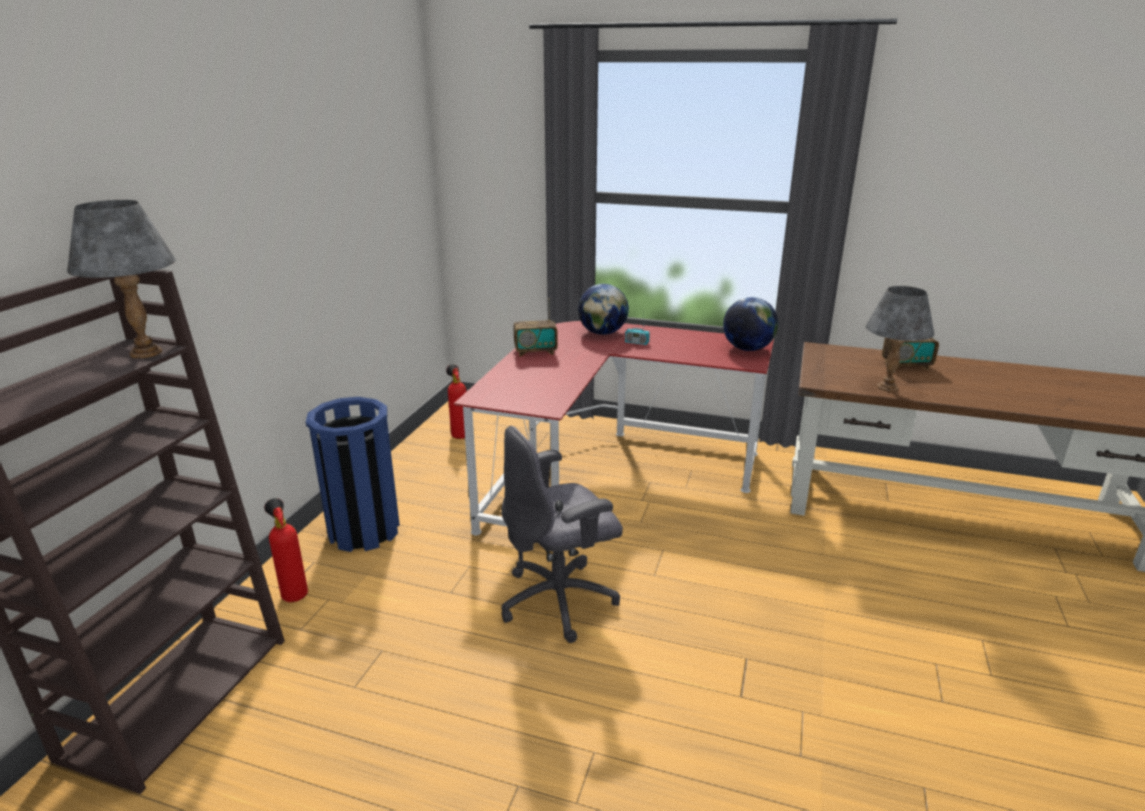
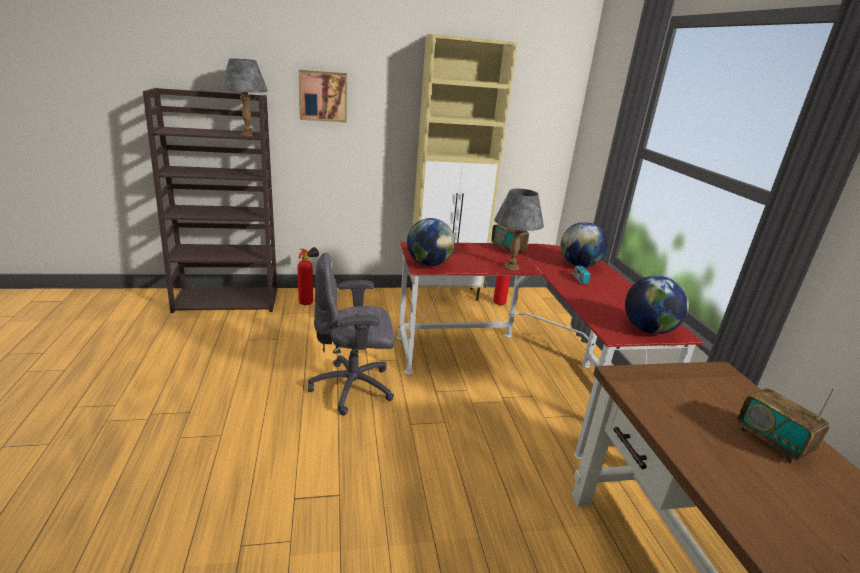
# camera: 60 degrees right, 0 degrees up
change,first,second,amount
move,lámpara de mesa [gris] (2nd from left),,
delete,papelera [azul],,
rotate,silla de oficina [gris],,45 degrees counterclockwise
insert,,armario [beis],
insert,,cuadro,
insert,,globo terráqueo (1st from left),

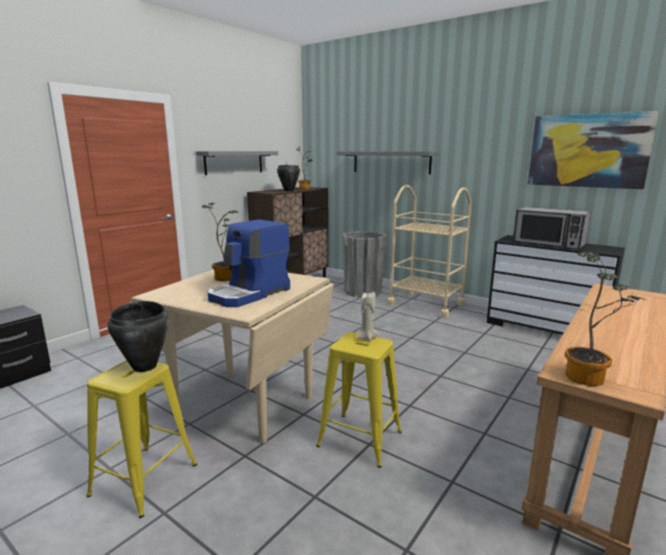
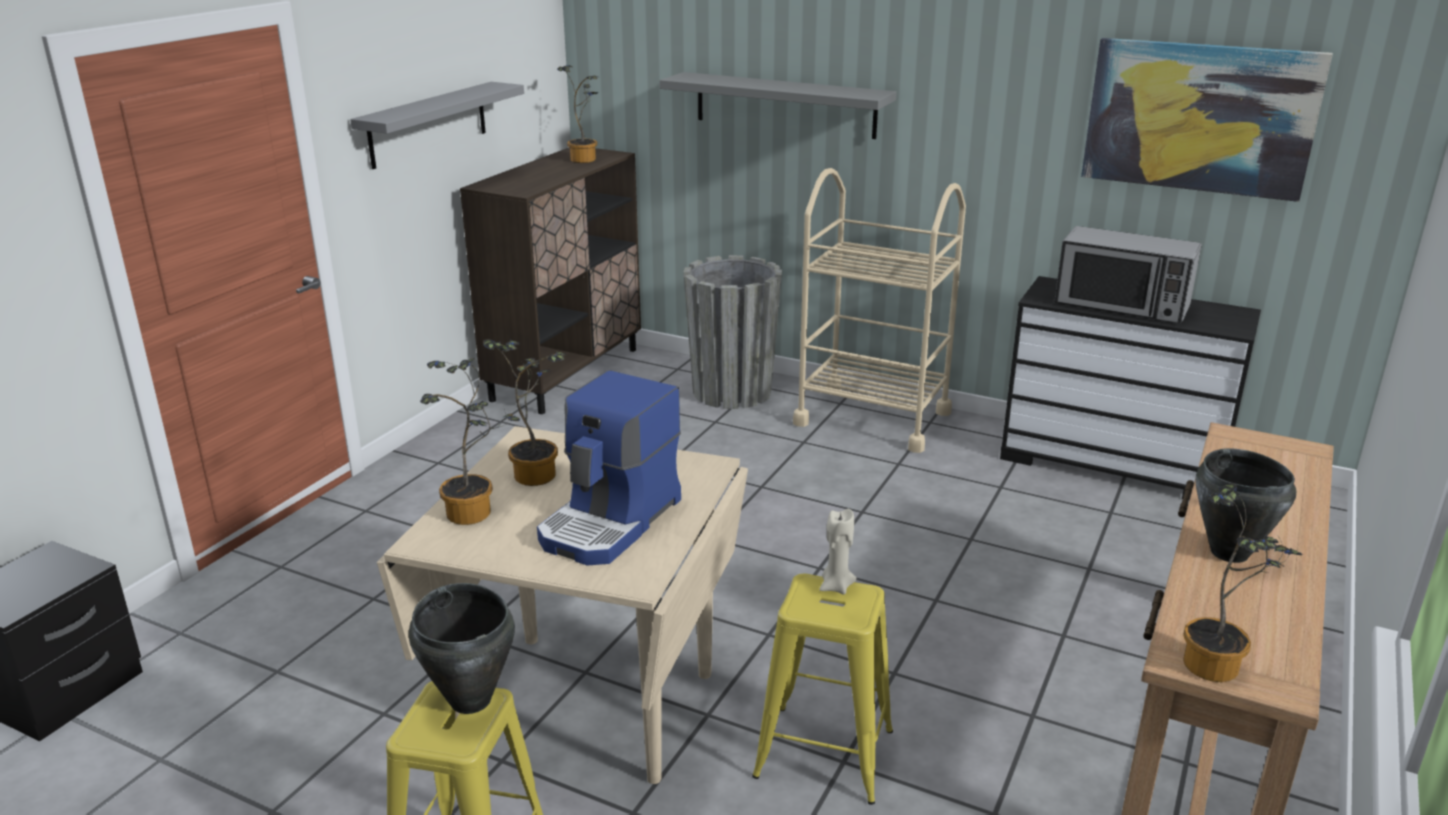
# camera: 10 degrees left, 10 degrees up
change,first,second,amount
move,olla [negro] (2nd from left),,
insert,,planta en maceta (1st from left),

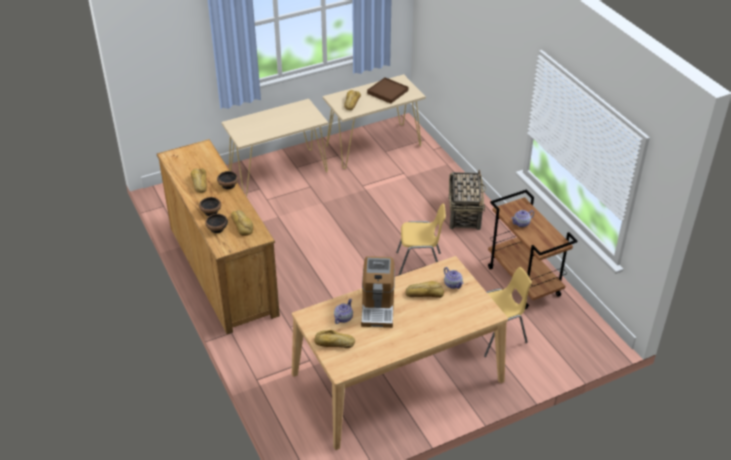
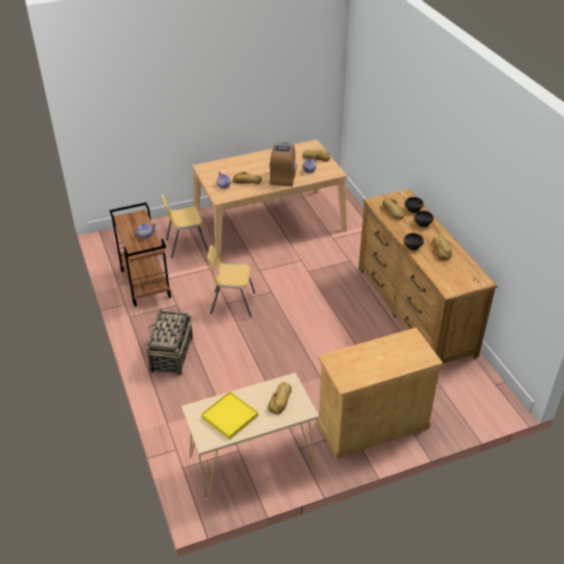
# camera: 175 degrees left, 0 degrees up
change,first,second,amount
recolor,bandeja [marrón],bandeja [amarillo],
replace,mesa consola [beis] (1st from left),armario [beis],

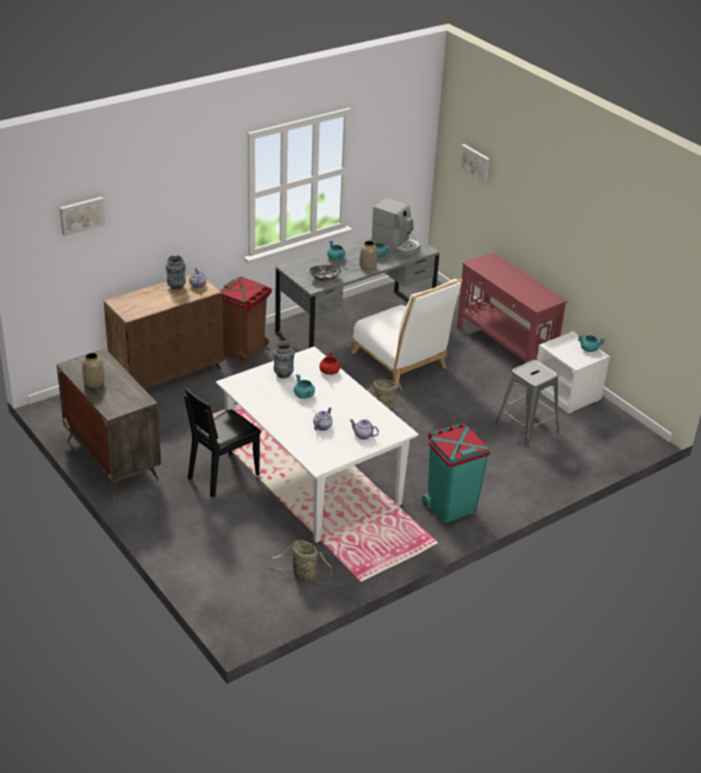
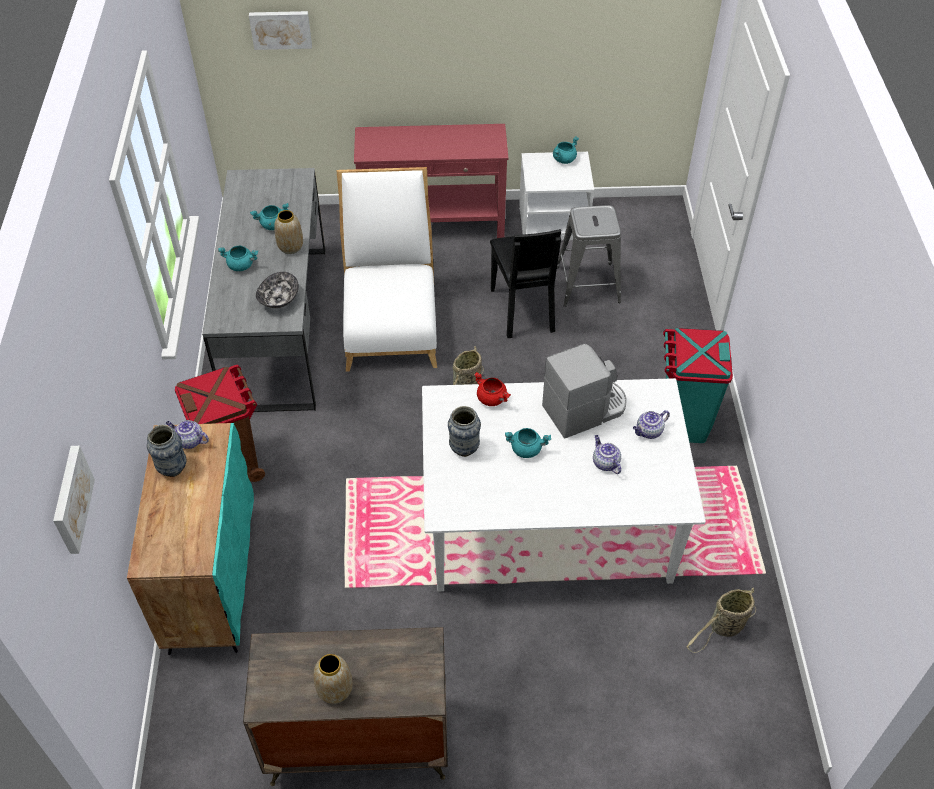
# camera: 55 degrees left, 15 degrees up
change,first,second,amount
move,cafetera,,
recolor,armario [marrón],armario [turquesa],
rotate,silla [blanco],,90 degrees counterclockwise
move,silla [negro],,

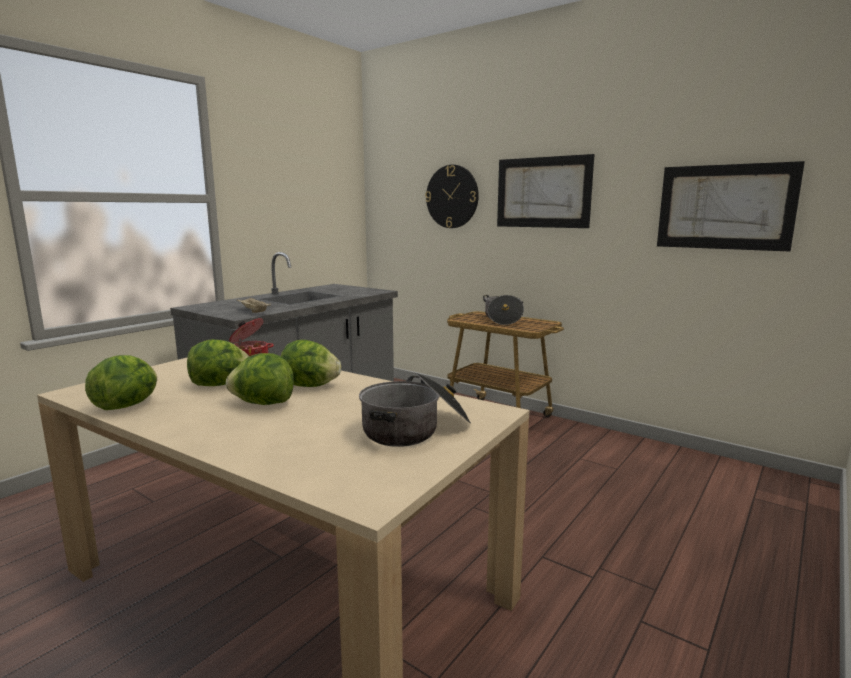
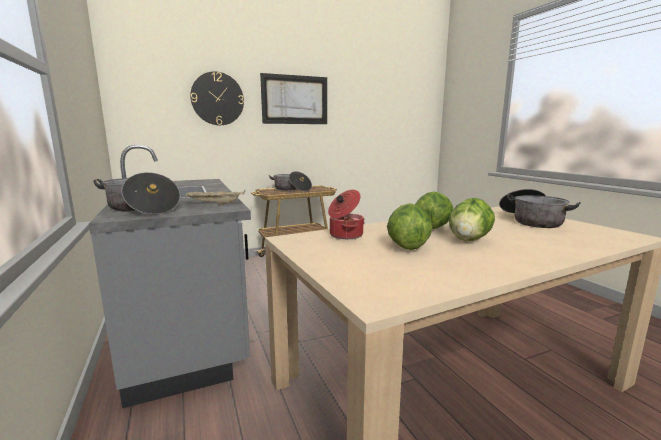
# camera: 60 degrees left, 0 degrees up
change,first,second,amount
delete,cuadro (2nd from left),,
delete,lechuga (1st from left),,
insert,,olla (1st from left),

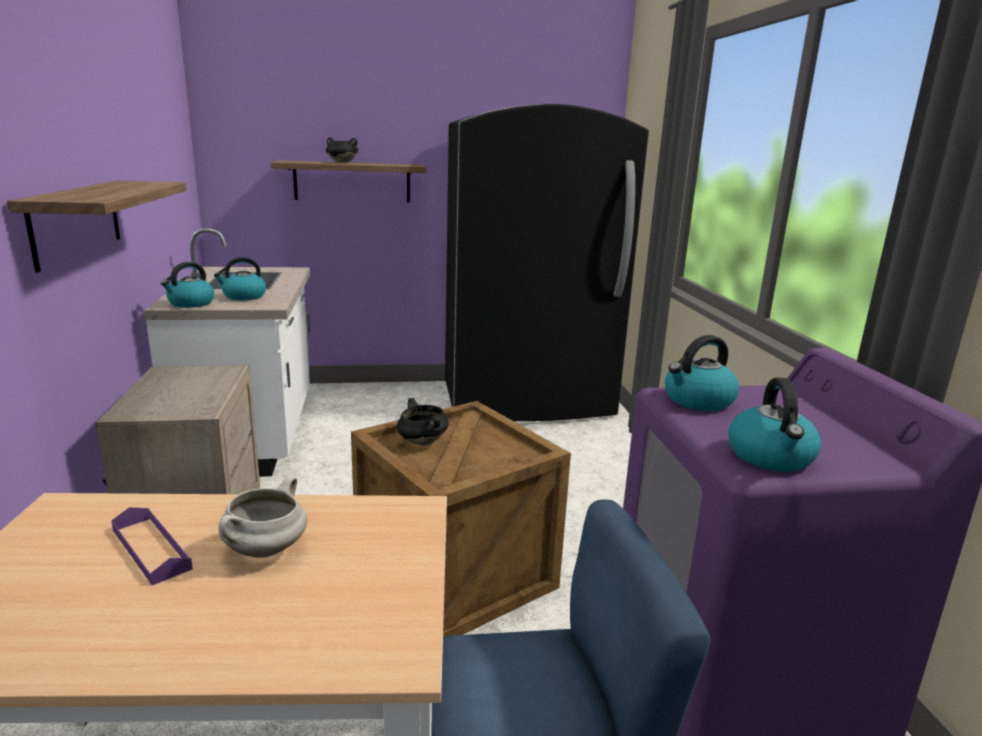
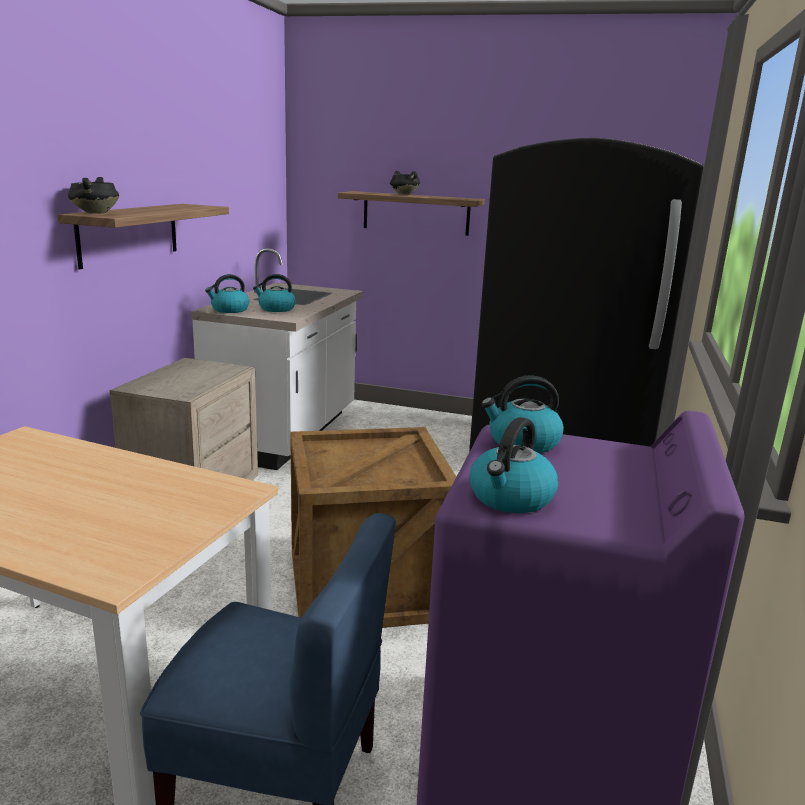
# camera: 25 degrees right, 0 degrees up
change,first,second,amount
move,olla [negro] (2nd from left in the first image),olla [negro] (1st from left),
delete,olla [blanco],,
delete,bandeja [morado],,

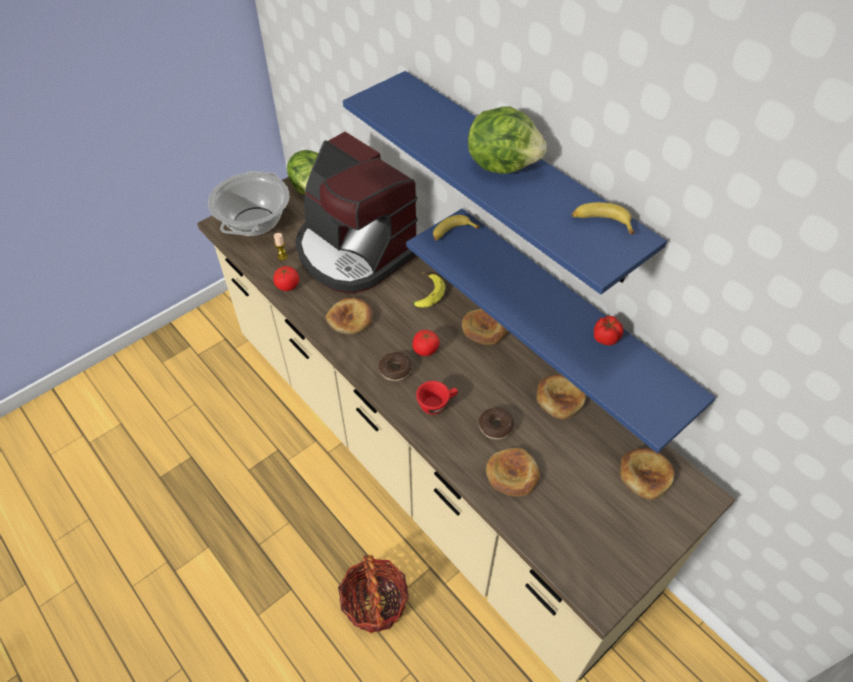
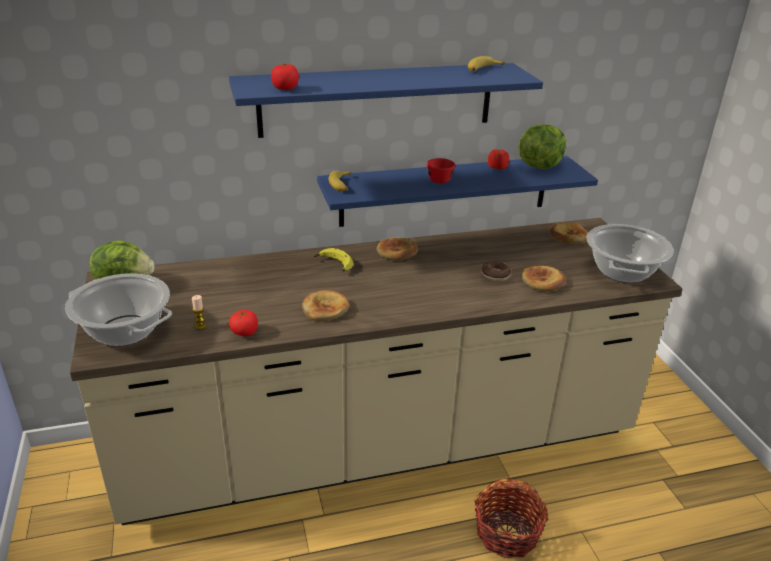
# camera: 65 degrees left, 20 degrees down
change,first,second,amount
move,lechuga (2nd from left),,
delete,cafetera,,
move,tomate (2nd from left),,
delete,rosquilla (1st from left),,
delete,pan (4th from left),,
move,taza [rojo],,
insert,,olla (2nd from left),

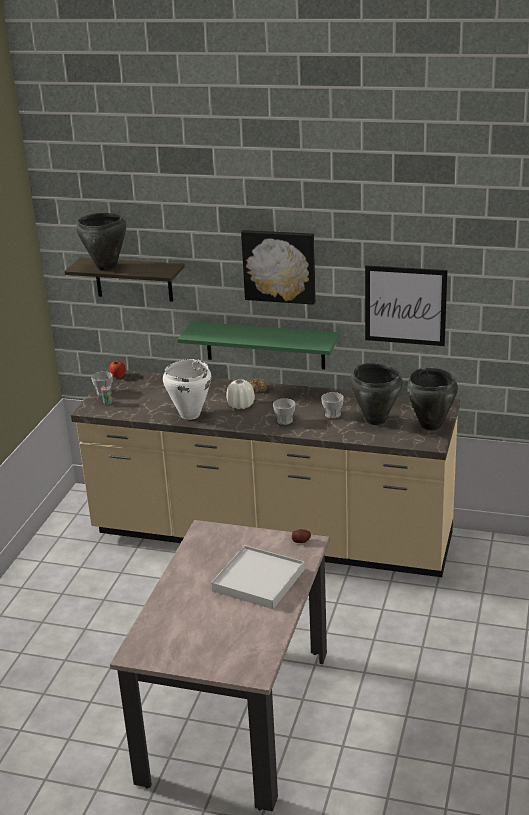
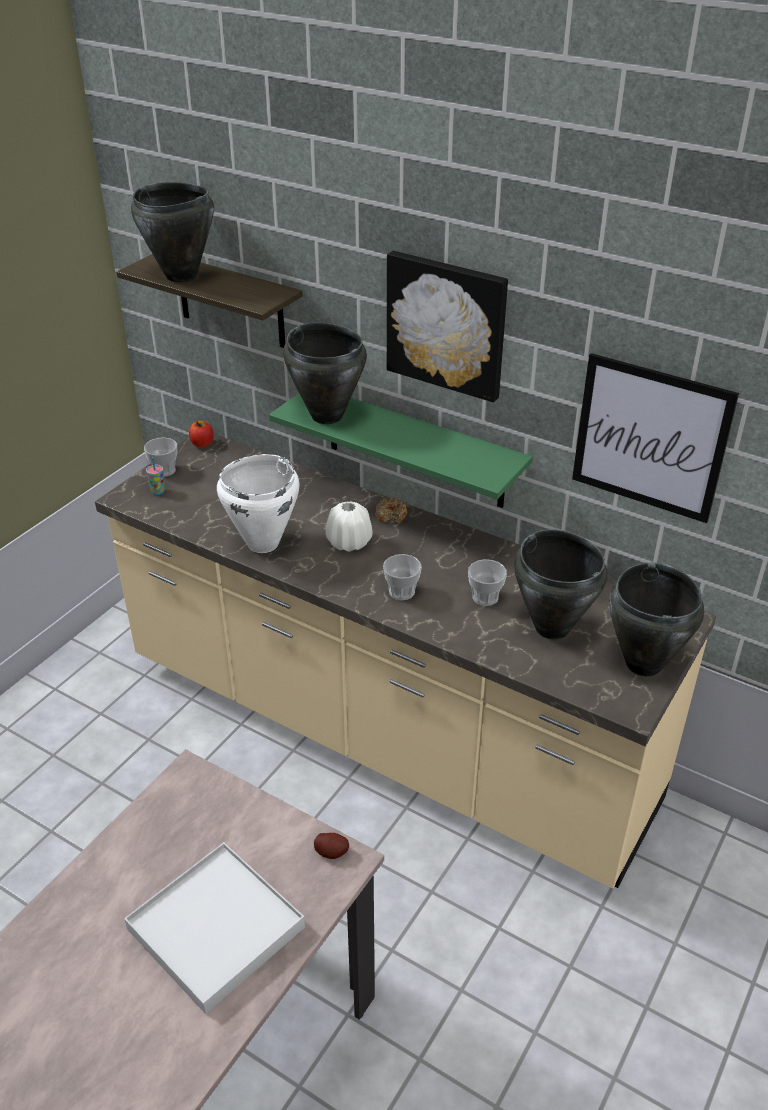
# camera: 15 degrees right, 10 degrees up
change,first,second,amount
insert,,olla [negro] (2nd from left),

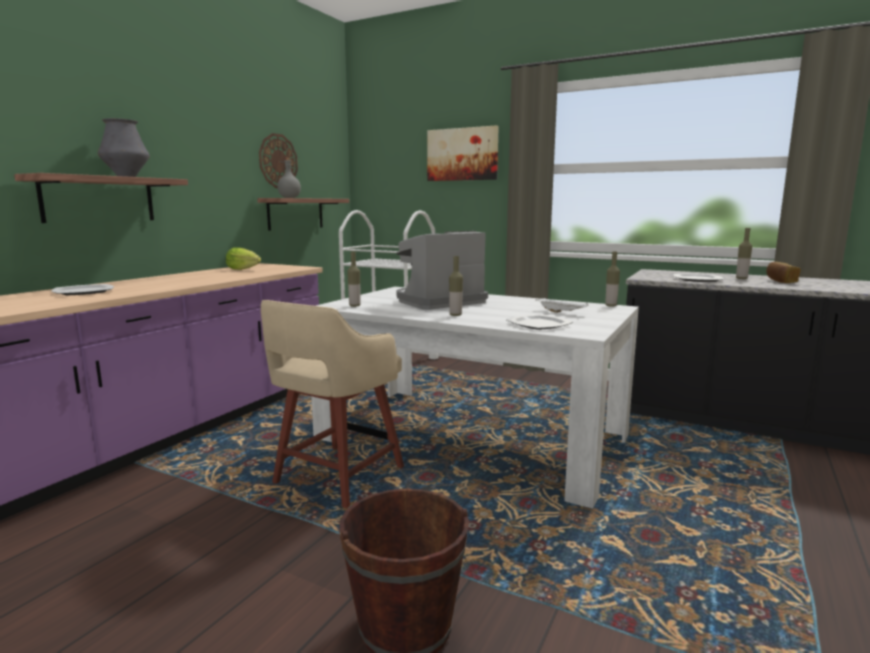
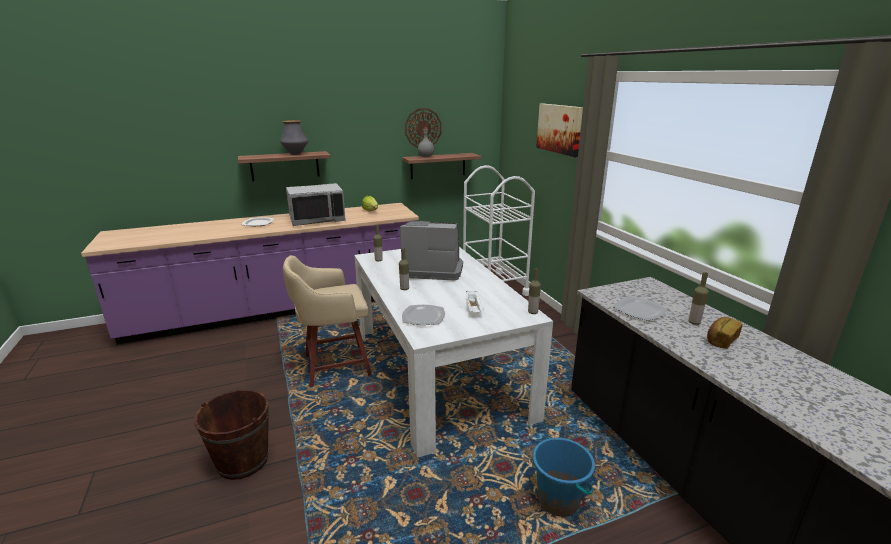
# camera: 40 degrees right, 10 degrees up
change,first,second,amount
insert,,microondas [gris],
insert,,cubo [azul],

